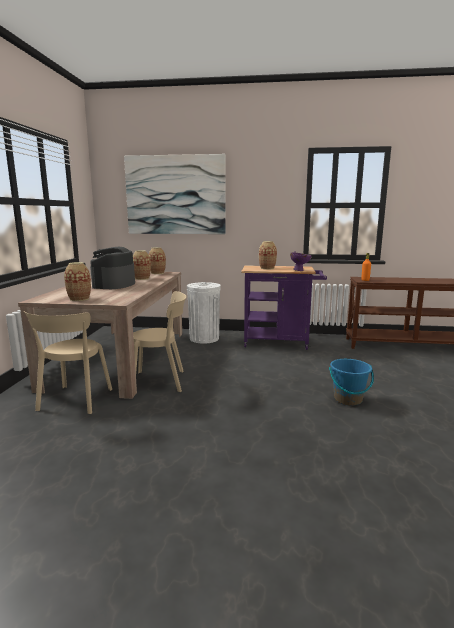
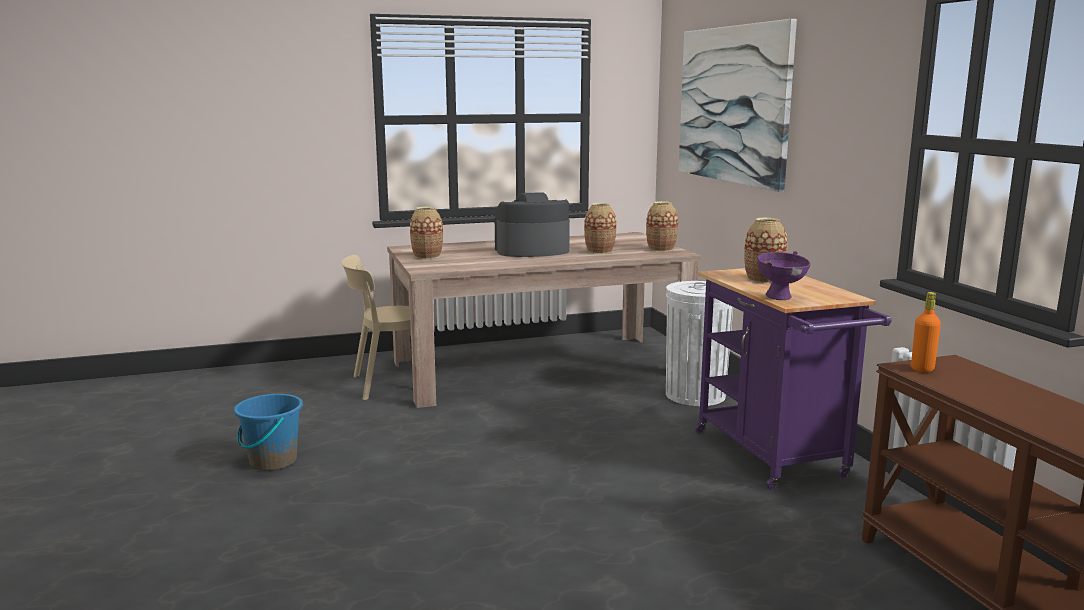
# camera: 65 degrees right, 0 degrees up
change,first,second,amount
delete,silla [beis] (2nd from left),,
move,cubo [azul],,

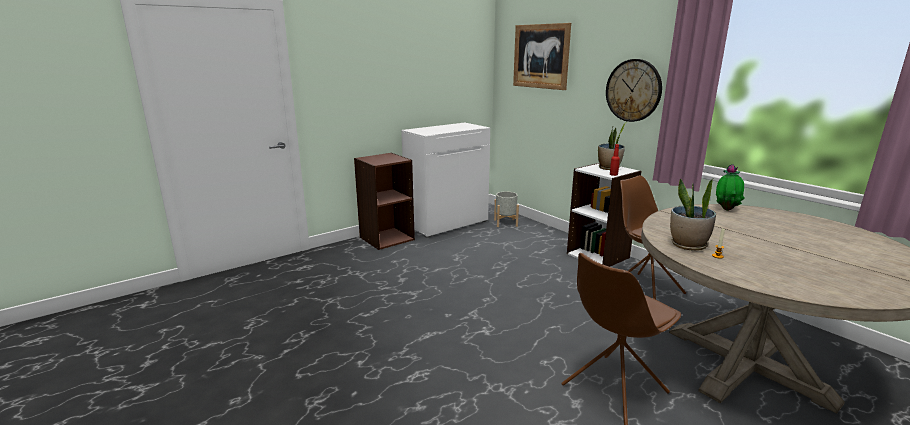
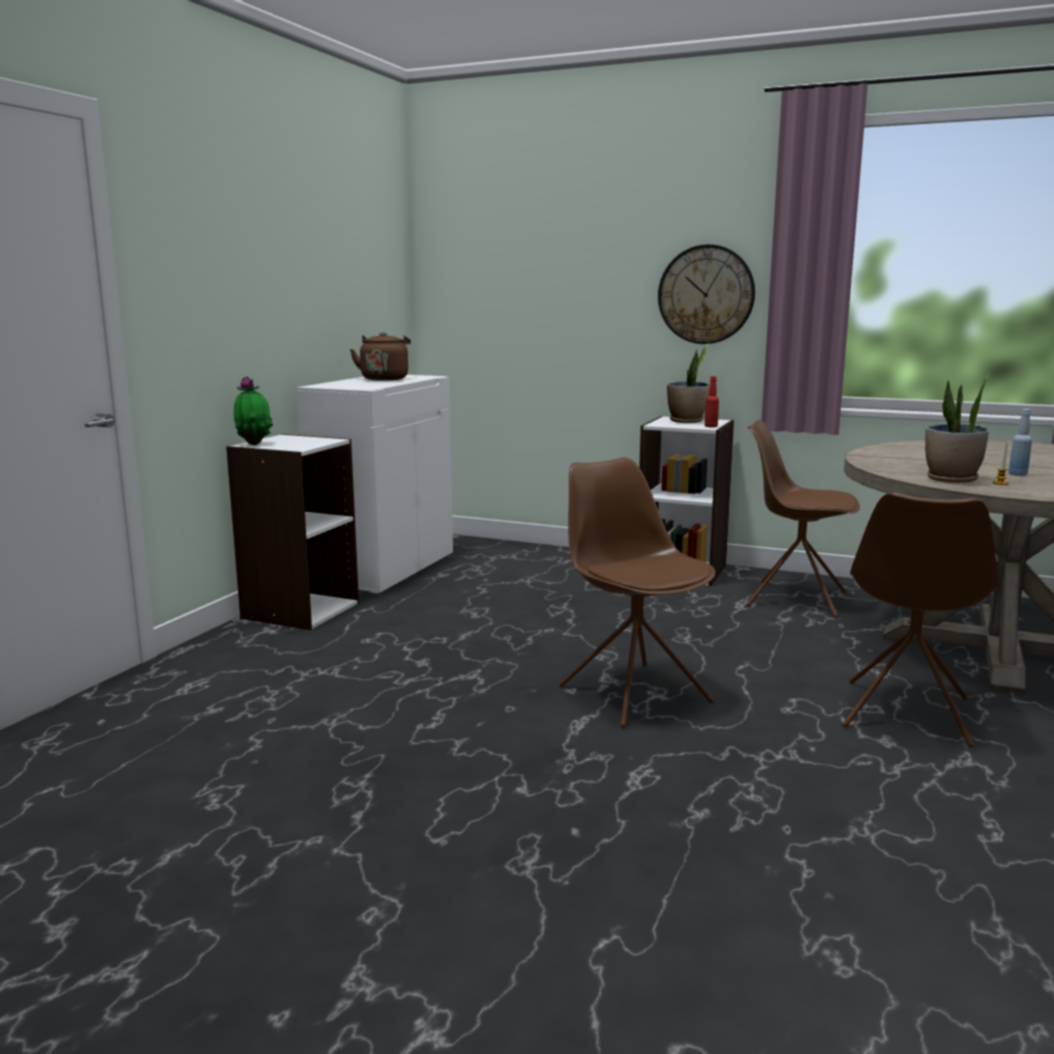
# camera: 30 degrees left, 5 degrees down
change,first,second,amount
delete,cuadro,,
recolor,estantería [marrón],estantería [blanco] (1st from left),
move,planta en maceta (3rd from left in the first image),planta en maceta (1st from left),
delete,maceta [gris],,
insert,,hervidor [marrón],
insert,,botella [azul],
insert,,silla [marrón] (1st from left),

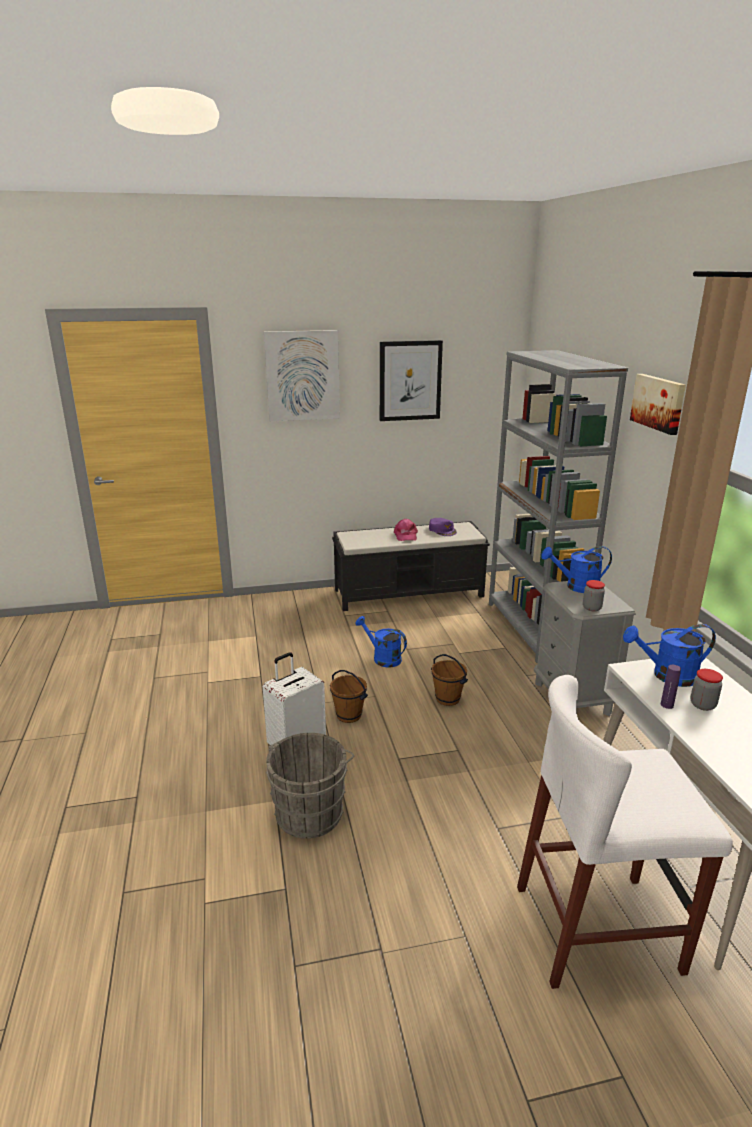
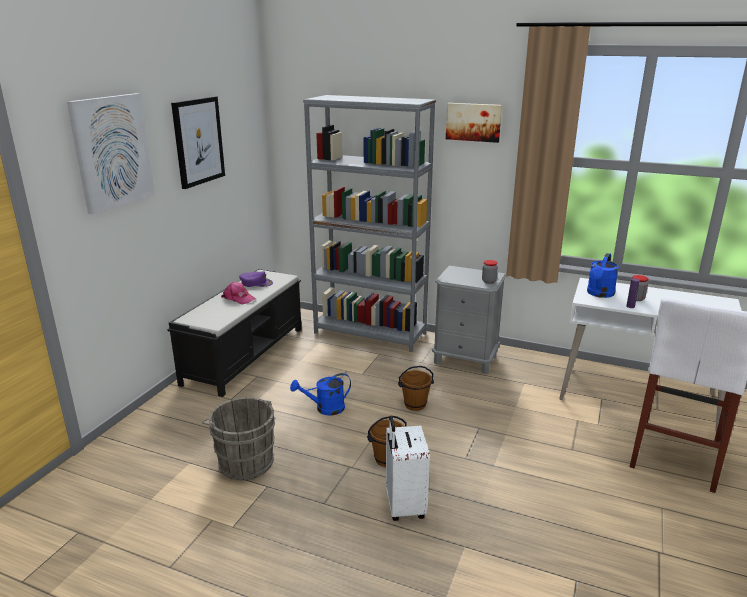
# camera: 55 degrees left, 0 degrees up
change,first,second,amount
delete,regadera [azul] (2nd from left),,
move,cubo [gris],,

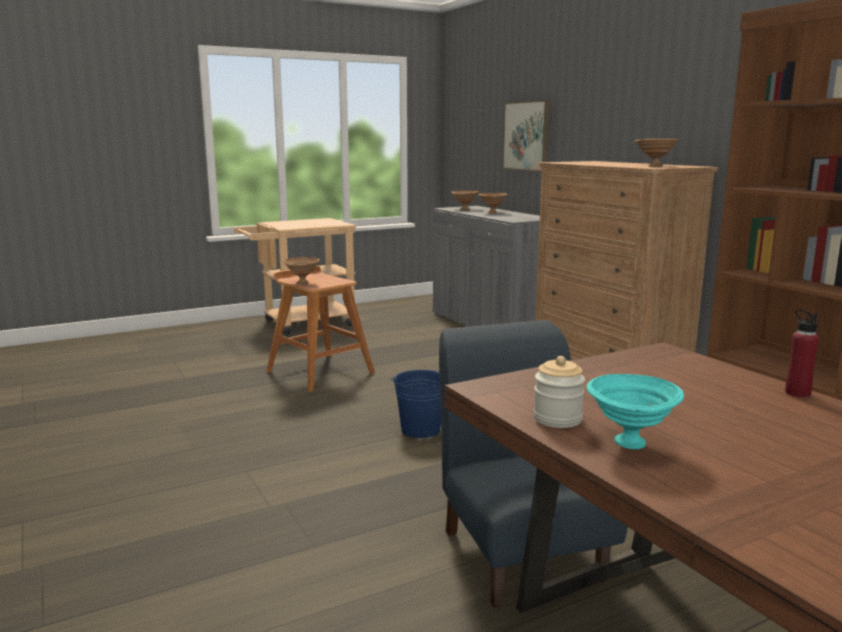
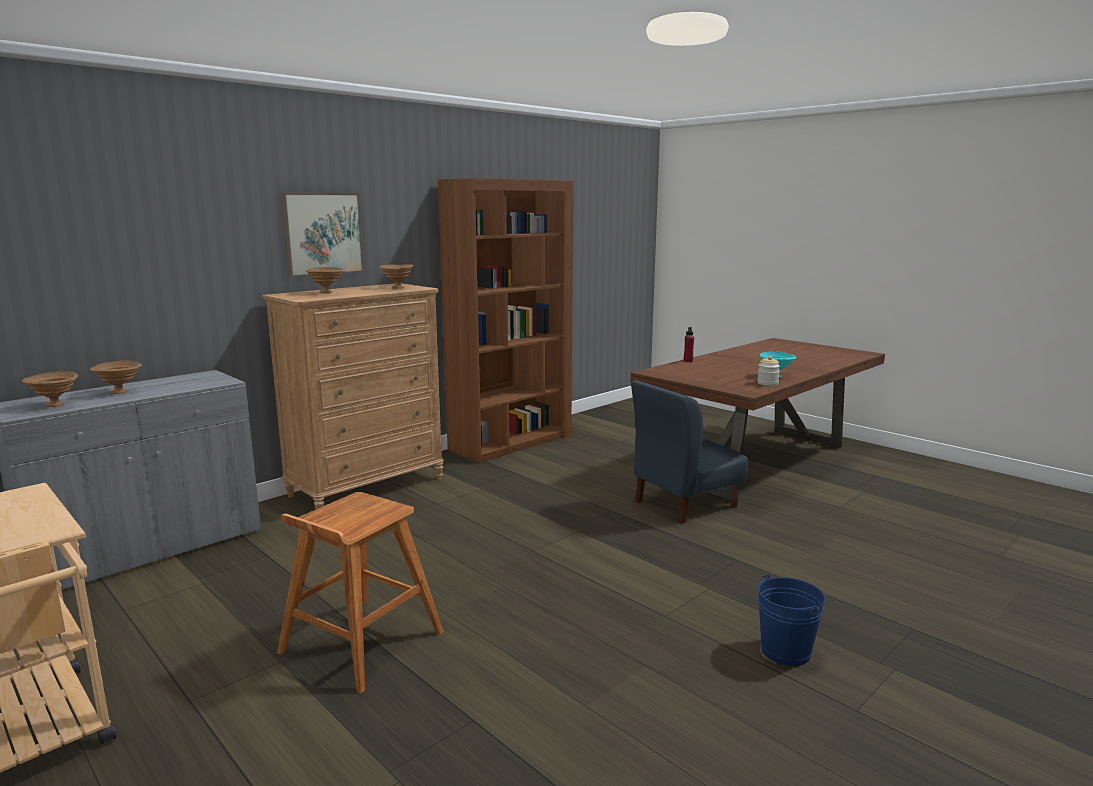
# camera: 105 degrees left, 0 degrees up
change,first,second,amount
move,cuadro,,
move,cuenco [marrón] (1st from left in the first image),cuenco [marrón] (3rd from left),
move,cubo [azul],,

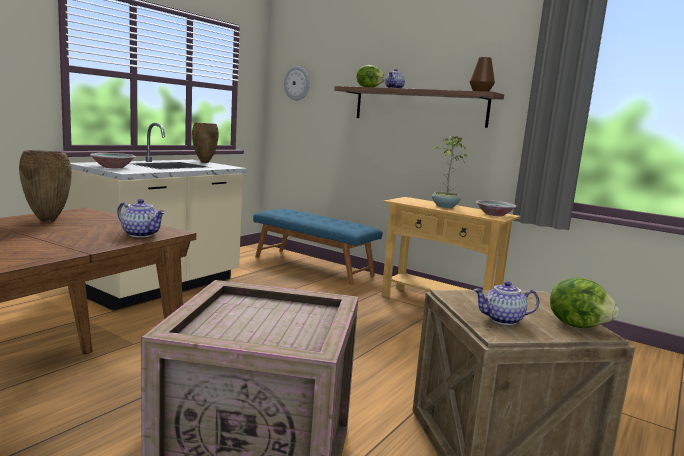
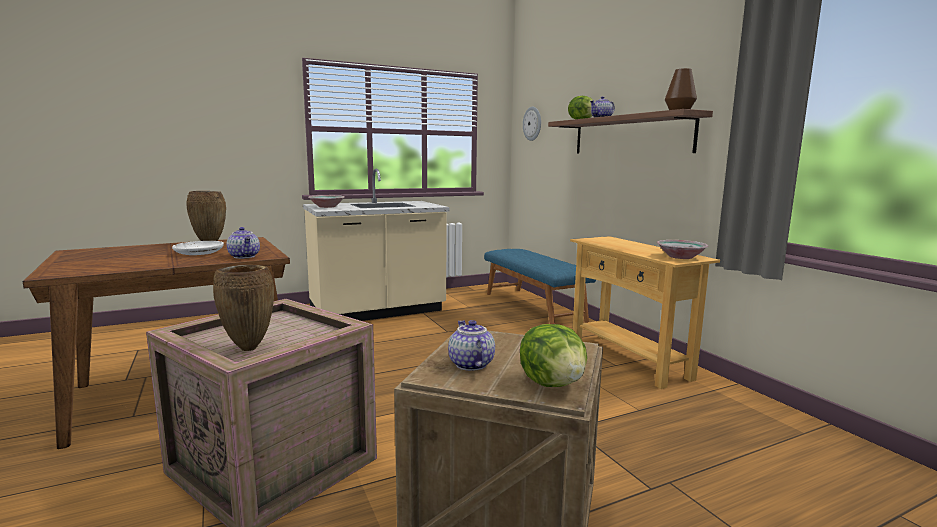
# camera: 30 degrees right, 0 degrees up
change,first,second,amount
move,florero [marrón] (2nd from left),,
delete,planta en maceta,,
rotate,tetera (3rd from left in the first image),tetera (2nd from left),45 degrees clockwise
insert,,plato [blanco],

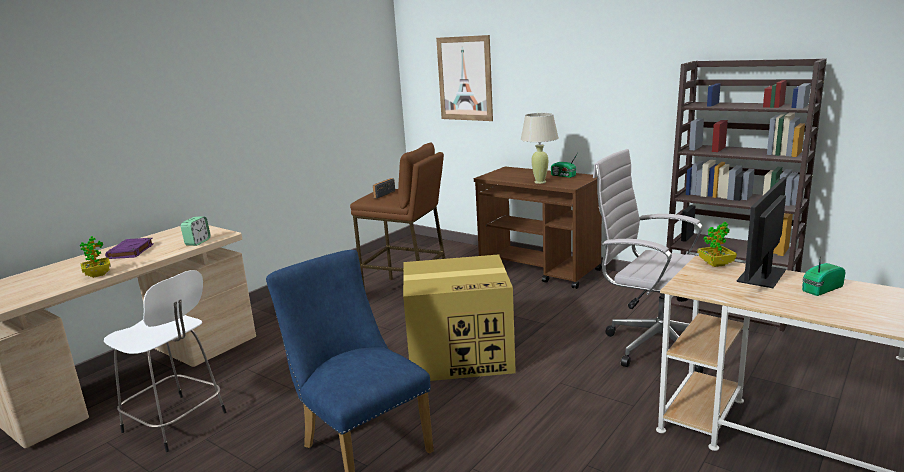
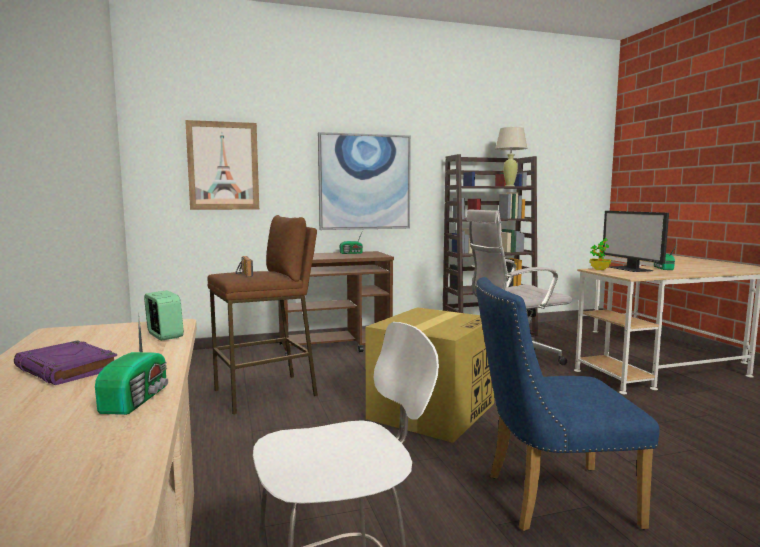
# camera: 55 degrees left, 10 degrees down
change,first,second,amount
move,lámpara de mesa [beis],,
replace,planta en maceta (1st from left),radio (1st from left),
insert,,cuadro (2nd from left),

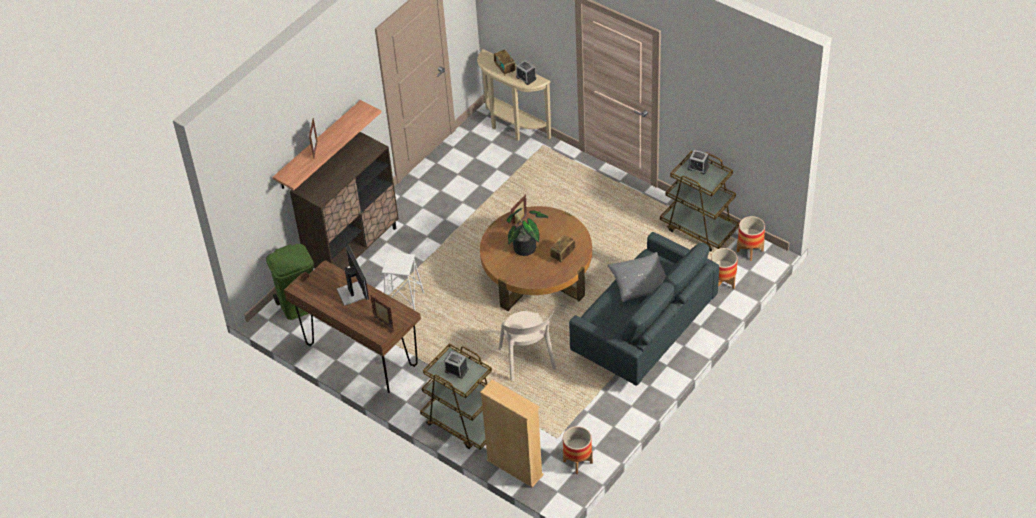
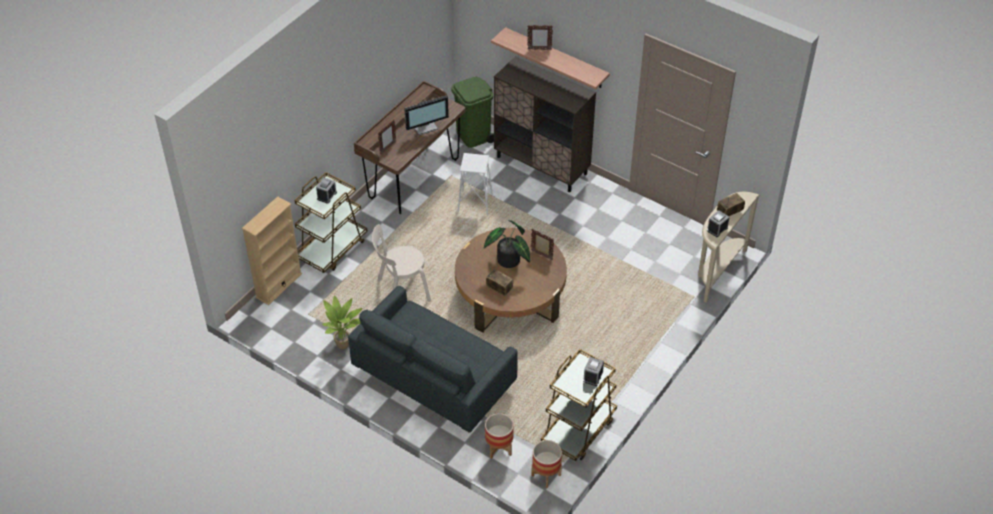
# camera: 85 degrees right, 0 degrees up
change,first,second,amount
delete,cojín [gris],,
delete,maceta (1st from left),,
insert,,planta en maceta (1st from left),

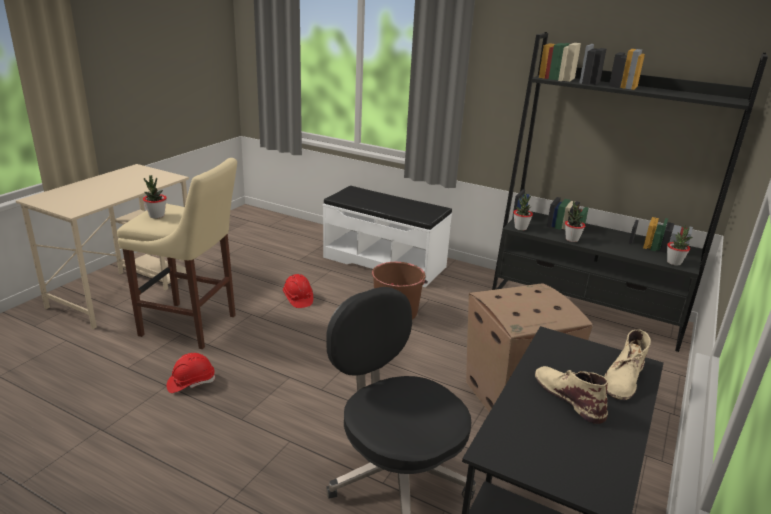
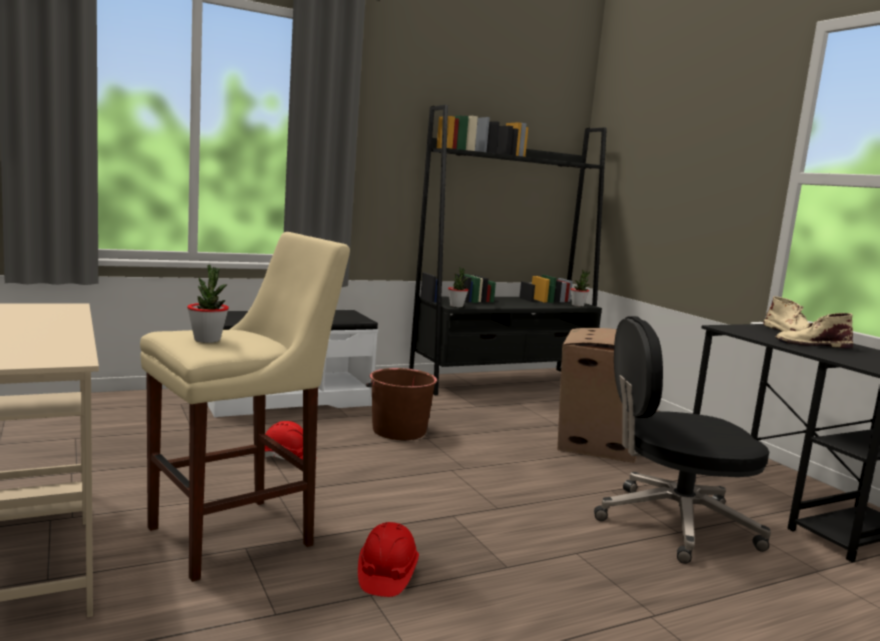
# camera: 55 degrees left, 15 degrees down
change,first,second,amount
delete,planta en maceta (3rd from left),,

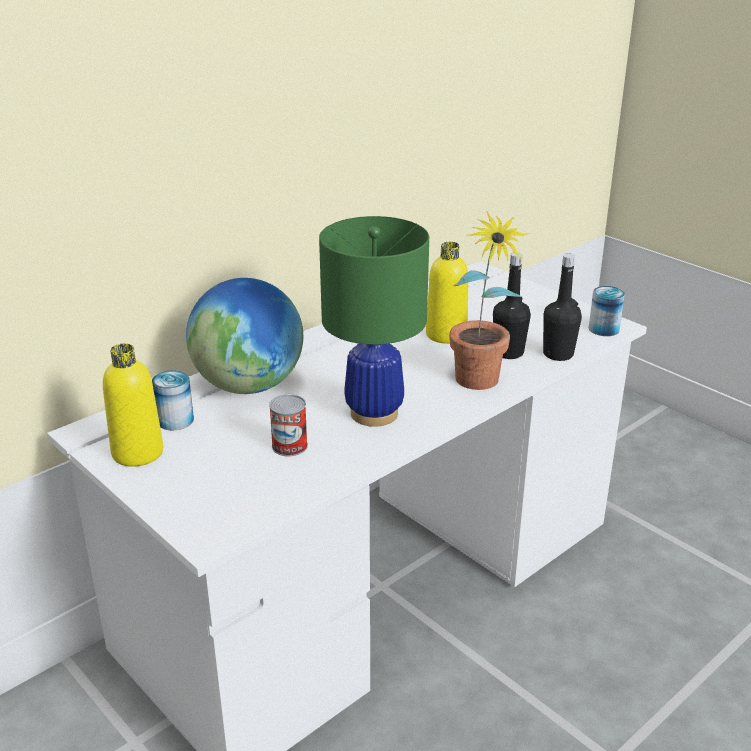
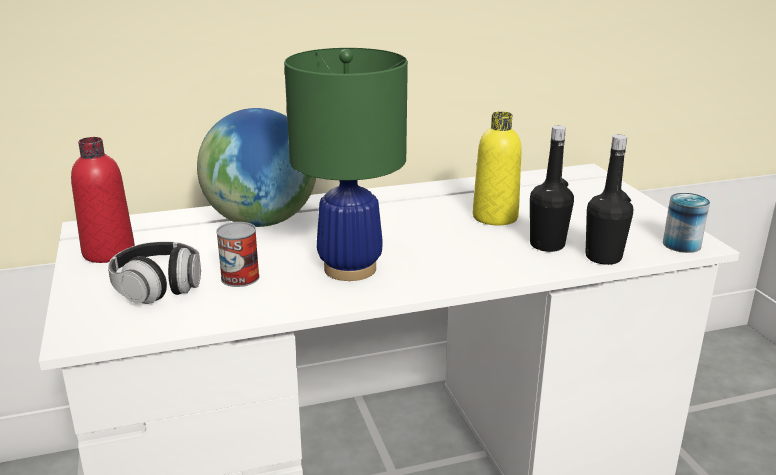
# camera: 25 degrees right, 5 degrees down
change,first,second,amount
delete,planta en maceta,,
recolor,botella [amarillo] (1st from left),botella [rojo],
delete,lata (1st from left),,
insert,,auriculares,

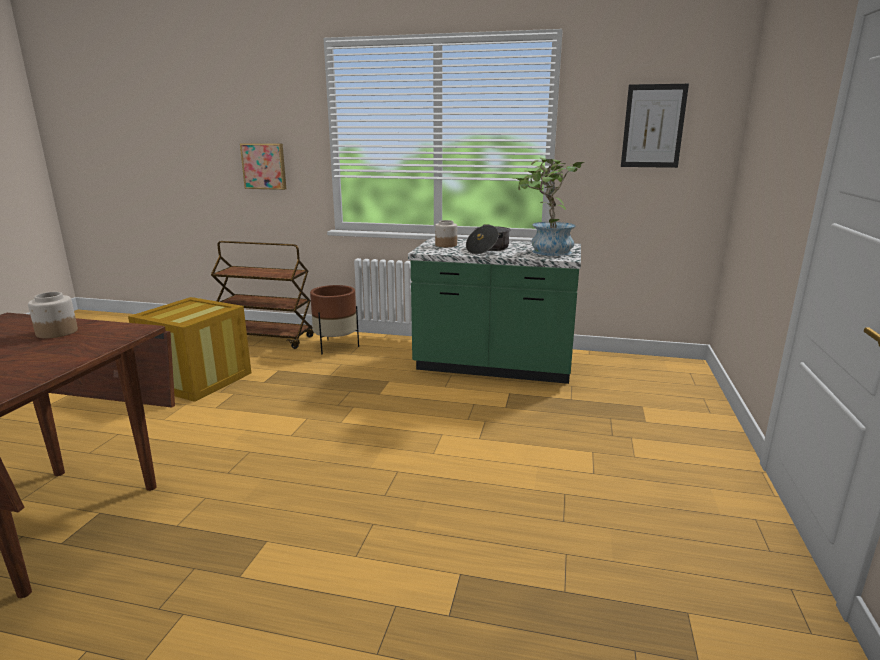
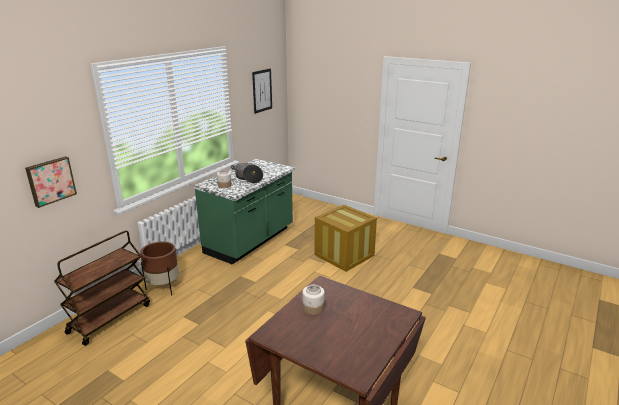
# camera: 70 degrees left, 5 degrees up
change,first,second,amount
delete,planta en maceta,,
move,caja de embalaje,,

